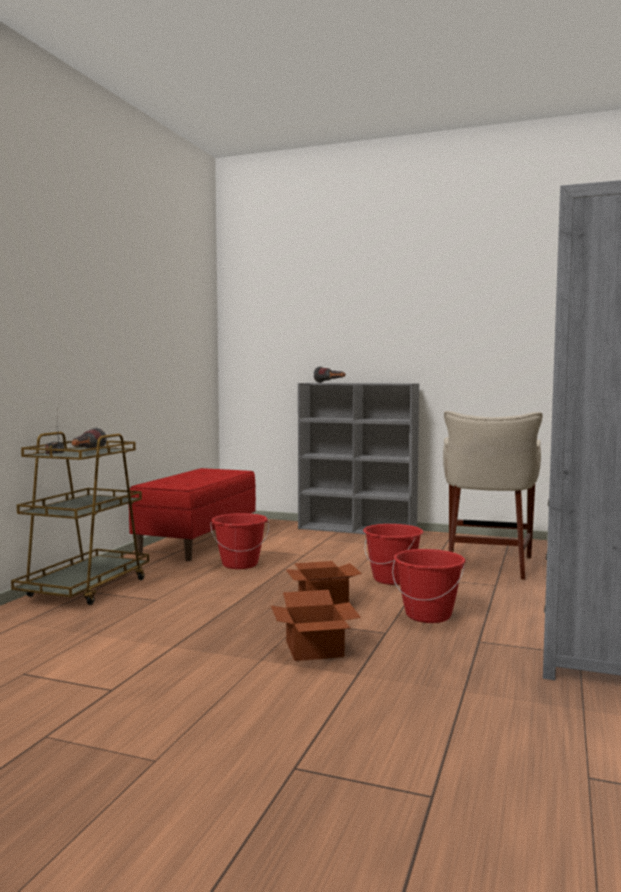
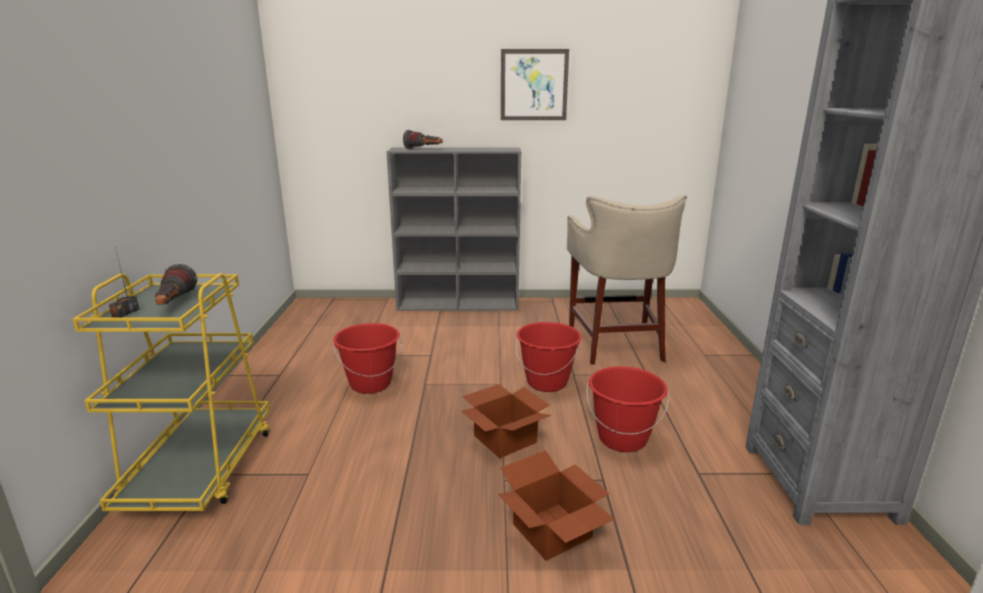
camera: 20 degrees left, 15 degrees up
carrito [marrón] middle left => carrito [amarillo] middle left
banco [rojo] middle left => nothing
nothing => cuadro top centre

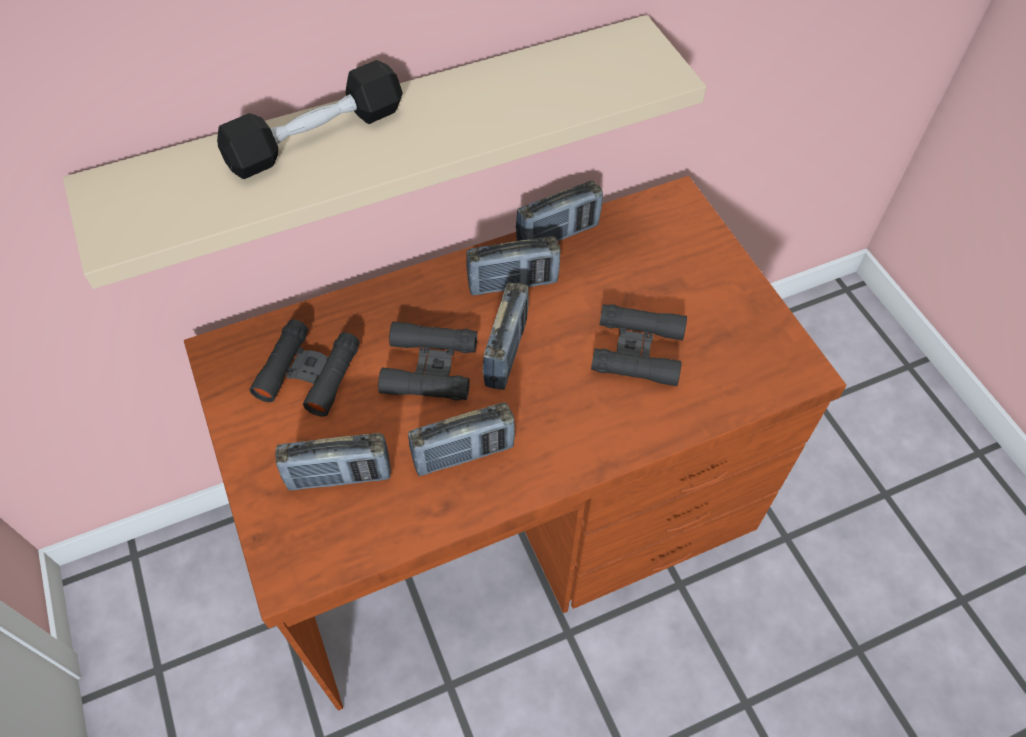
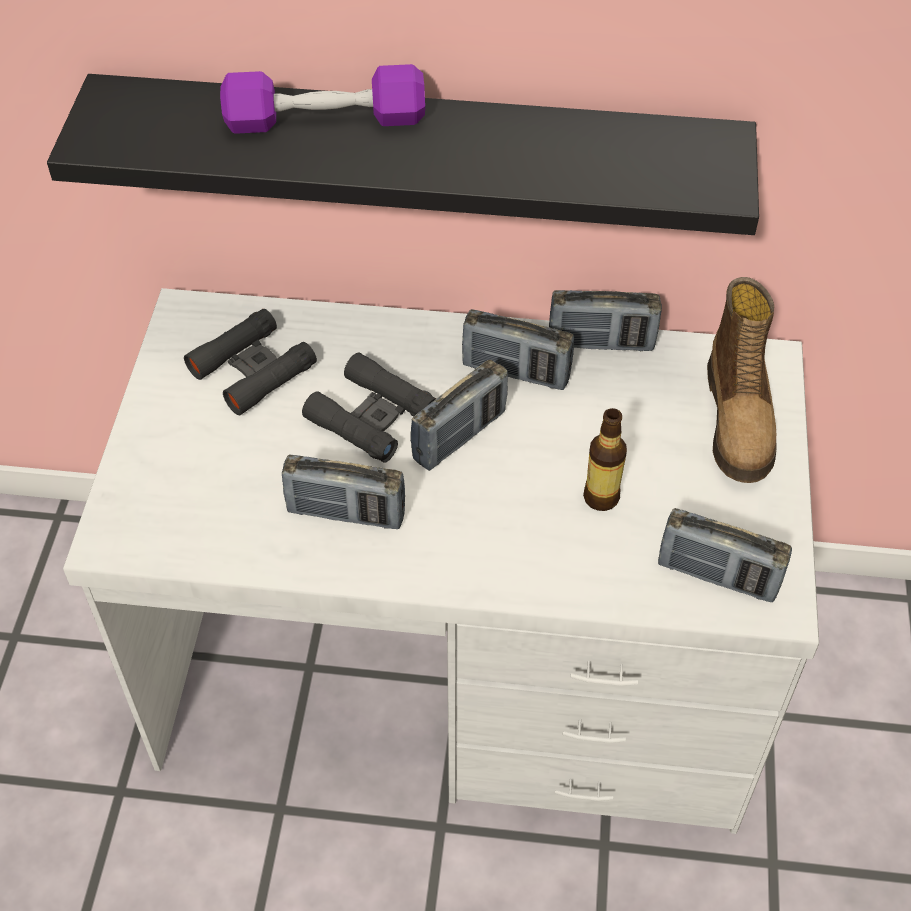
camera: 30 degrees right, 5 degrees down
estante [beis] top centre => estante [negro] top centre
mancuerna [negro] top left => mancuerna [morado] top centre
escritorio [marrón] centre => escritorio [blanco] centre
prismáticos [negro] (3rd from left) centre => botella centre
radio (1st from left in the first image) middle left => radio (5th from left) middle right, move
nothing => bota middle right

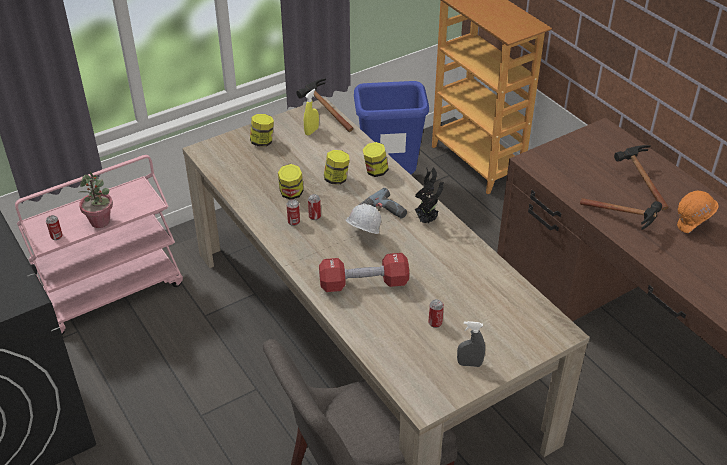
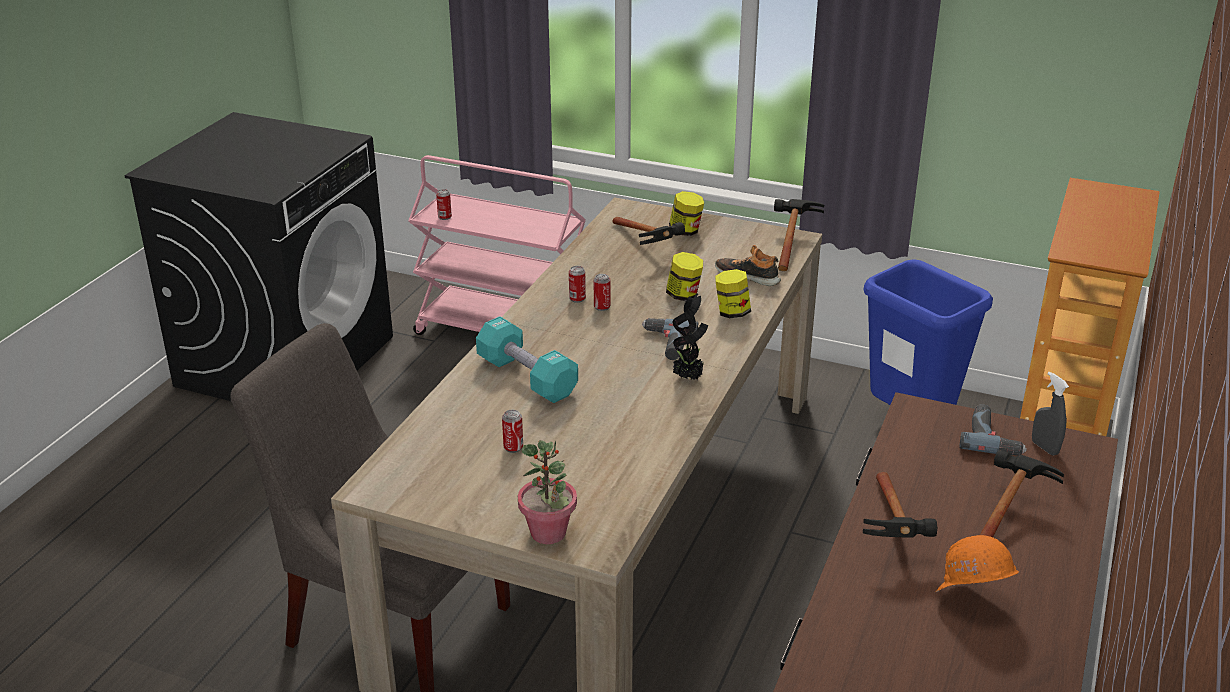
camera: 55 degrees right, 10 degrees down
pulverizador [amarillo] top centre => nothing
tarro (2nd from left) centre => nothing
planta en maceta (1st from left) middle left => planta en maceta (1st from left) bottom centre, move
casco [blanco] centre => nothing
mancuerna [rojo] centre => mancuerna [turquesa] centre
pulverizador [gris] bottom centre => pulverizador [gris] middle right, move
nothing => martillo (1st from left) centre
nothing => zapato centre
nothing => taladro (2nd from left) middle right

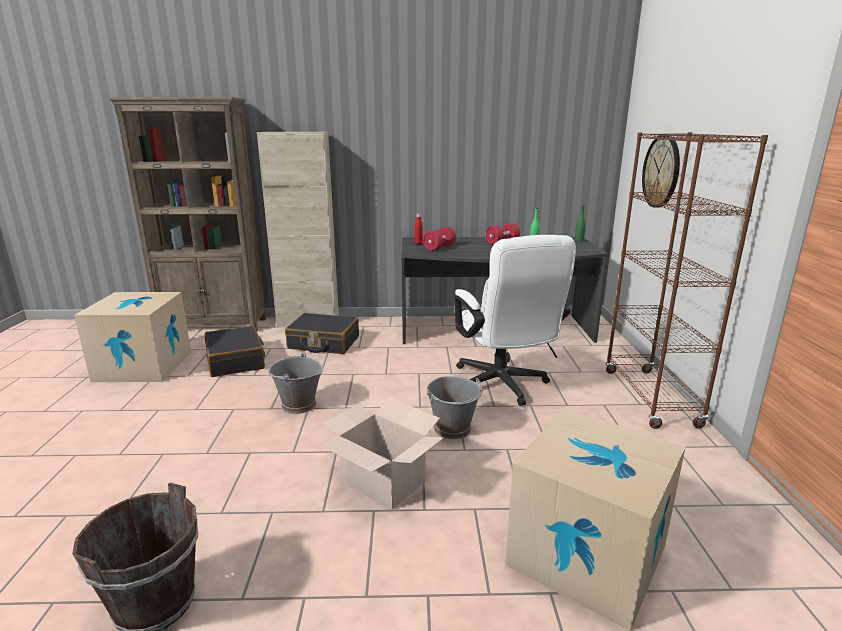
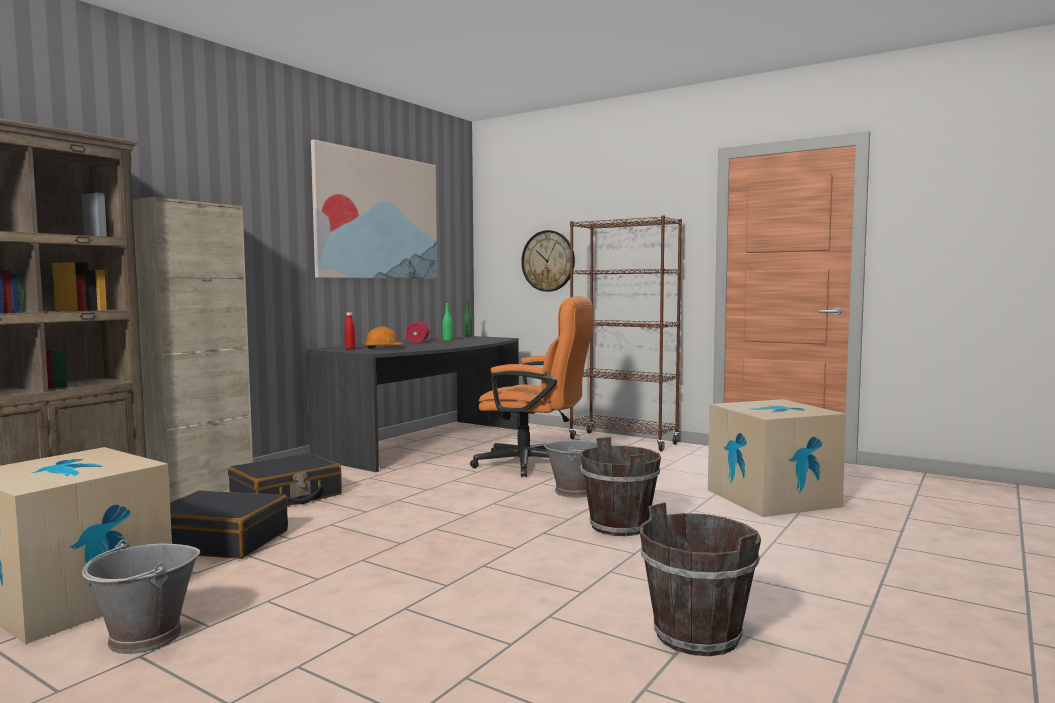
camera: 55 degrees left, 15 degrees down
mancuerna [rojo] (1st from left) centre => casco [naranja] centre
silla de oficina [blanco] centre => silla de oficina [naranja] centre
cubo [gris] (1st from left) centre => cubo [gris] (1st from left) bottom left, move
caja de cartón (2nd from left) bottom centre => cubo [marrón] (1st from left) bottom centre
nothing => cuadro top centre

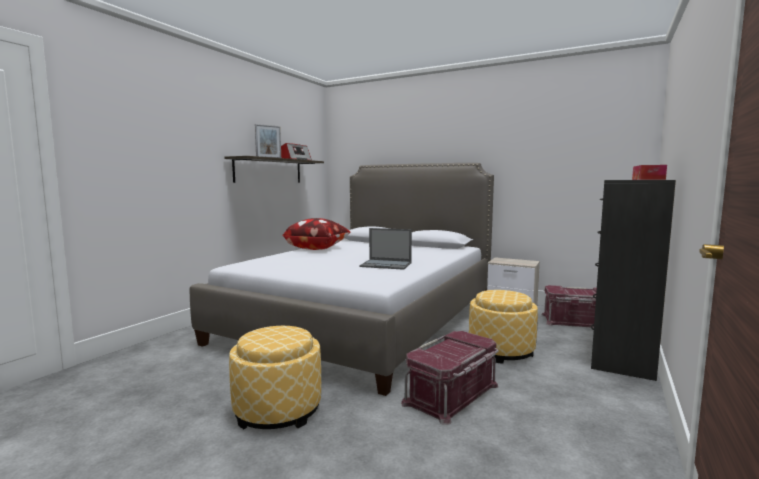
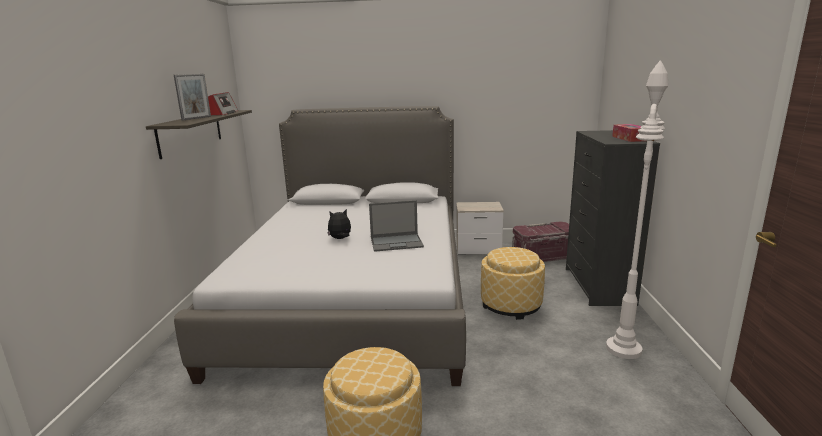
camera: 25 degrees left, 10 degrees up
cojín centre => nothing
caja de almacenaje [rojo] (1st from left) bottom centre => nothing
nothing => lámpara de pie [blanco] middle right
nothing => peluche centre

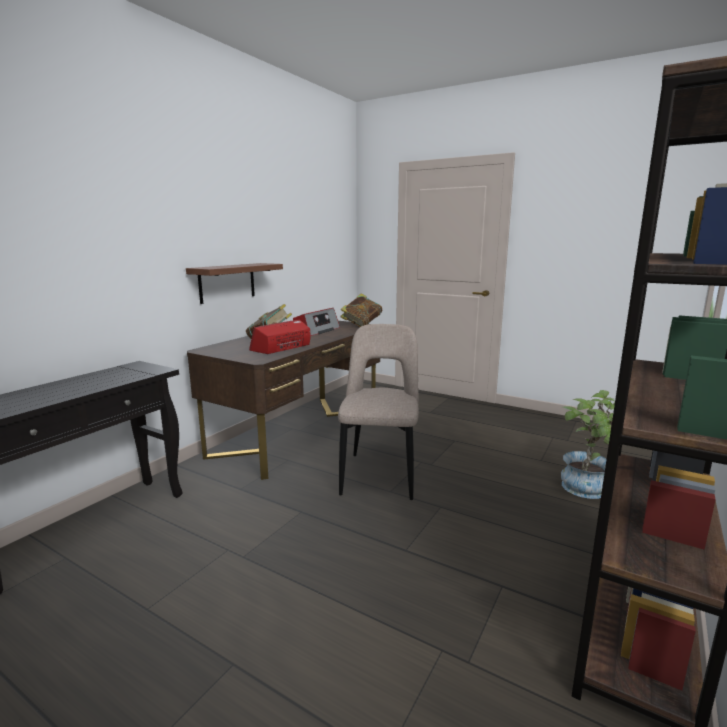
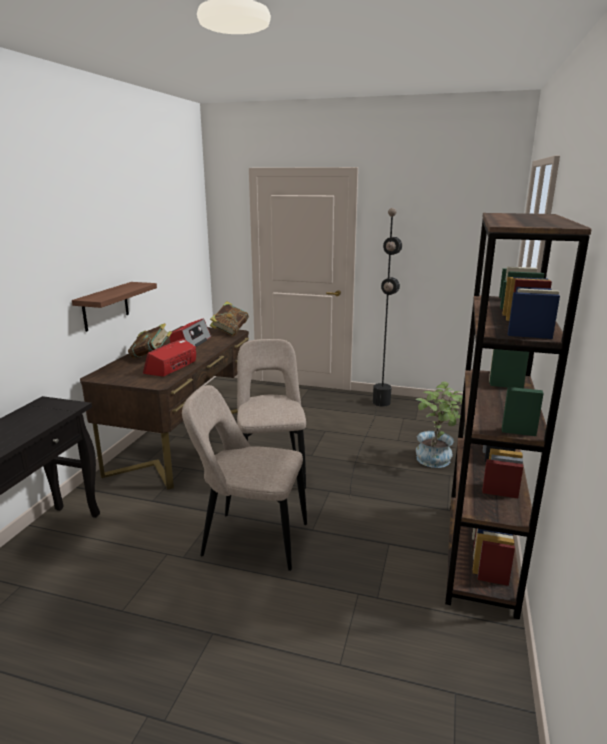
camera: 15 degrees left, 5 degrees up
nothing => lámpara de pie [negro] centre
nothing => silla [beis] (1st from left) centre

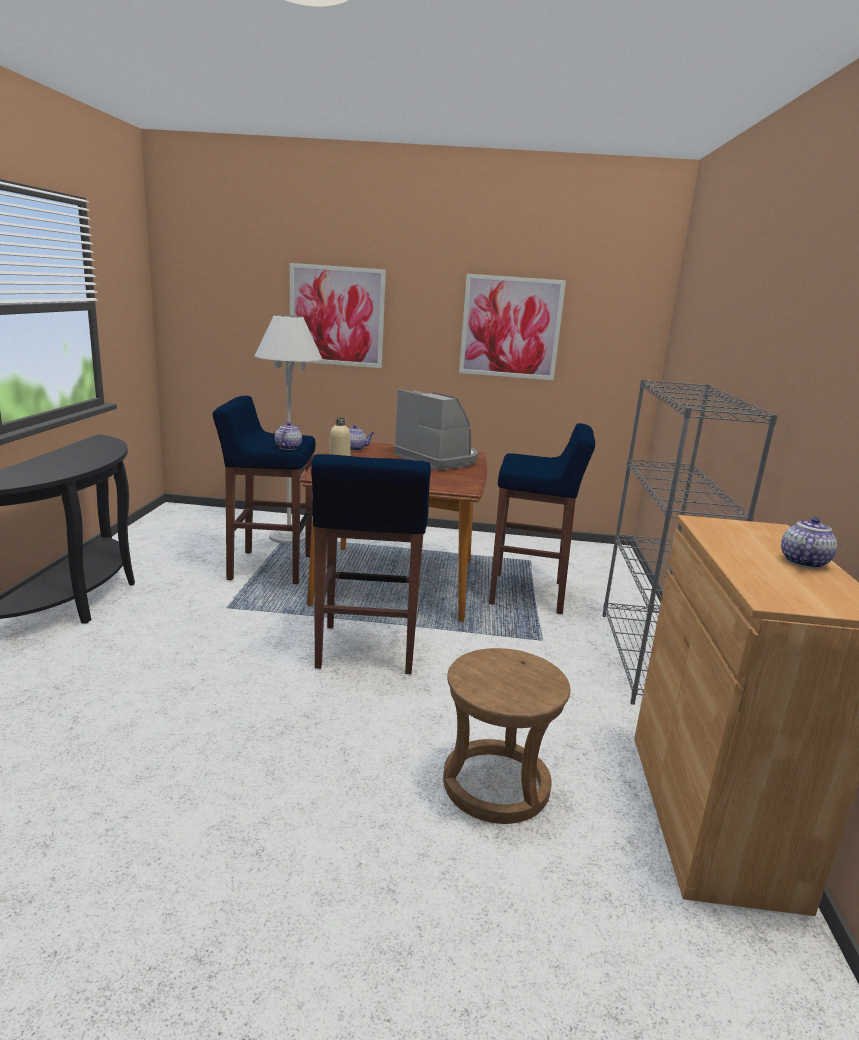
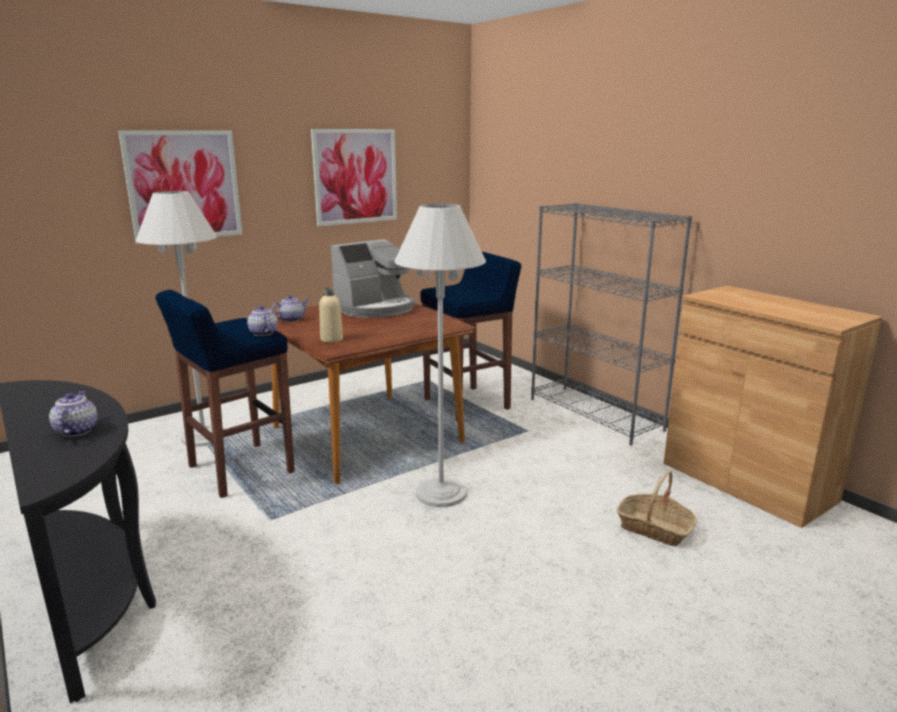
camera: 40 degrees left, 0 degrees up
cafetera centre, 135 degrees clockwise
taburete [azul] (2nd from left) centre => lámpara de pie [blanco] (2nd from left) centre
tetera (3rd from left in the first image) middle right => tetera (1st from left) middle left, move
taburete [marrón] bottom centre => cesta bottom right

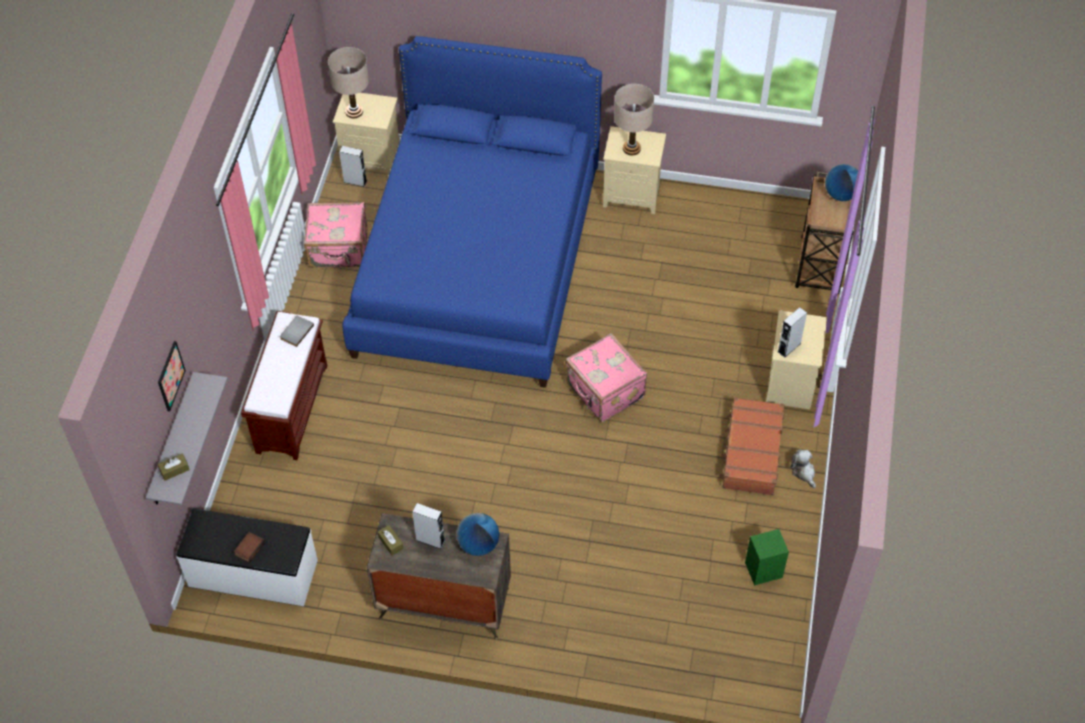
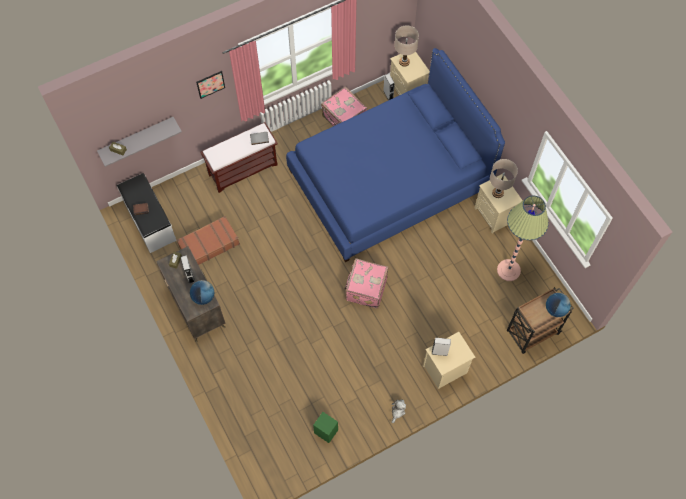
camera: 50 degrees right, 10 degrees up
cuadro middle left => cuadro top left, move
maleta [marrón] middle right => maleta [marrón] middle left, move
nothing => lámpara de pie middle right

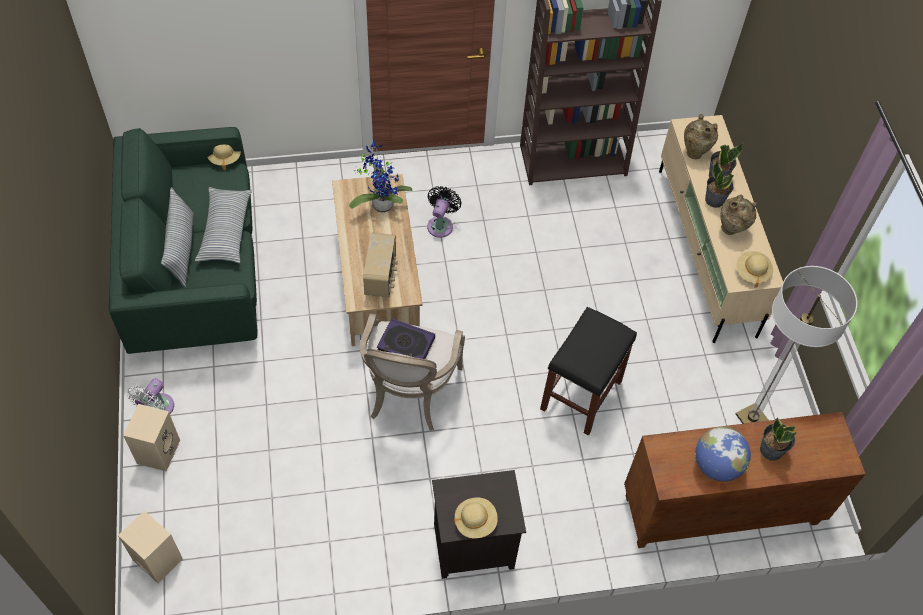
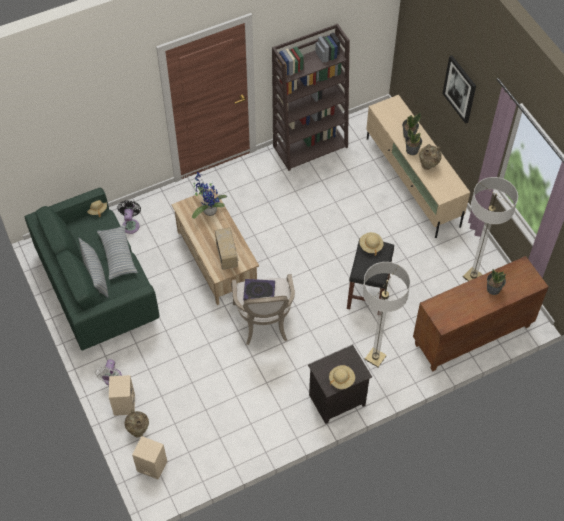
camera: 15 degrees left, 0 degrees up
florero [beis] (1st from left) top right => florero [beis] (1st from left) bottom left, move
ventilador [negro] centre => ventilador [negro] middle left, move
sombrero [beis] (3rd from left) middle right => sombrero [beis] (3rd from left) centre, move
globo terráqueo bottom right => nothing
nothing => cuadro top right
nothing => lámpara de pie (1st from left) middle right

